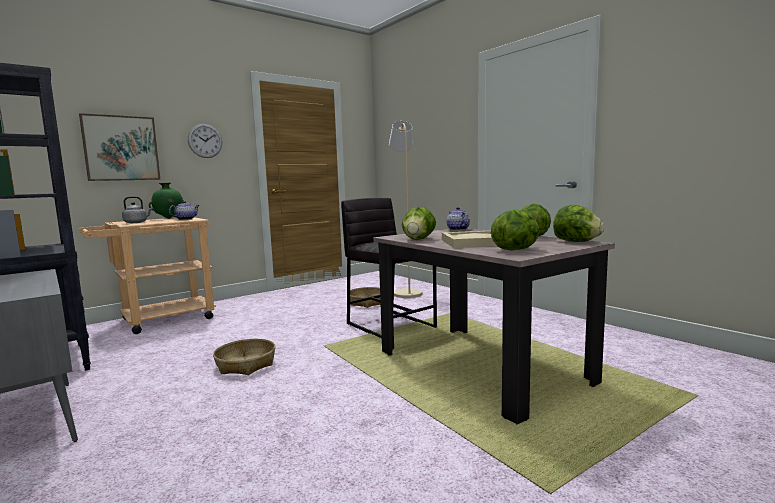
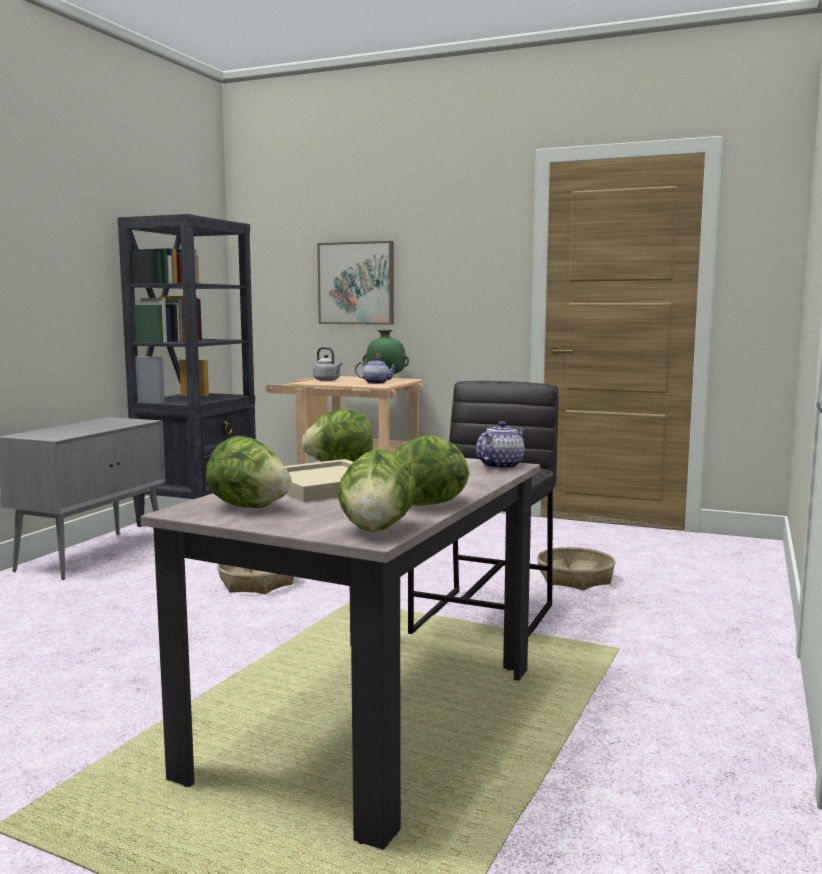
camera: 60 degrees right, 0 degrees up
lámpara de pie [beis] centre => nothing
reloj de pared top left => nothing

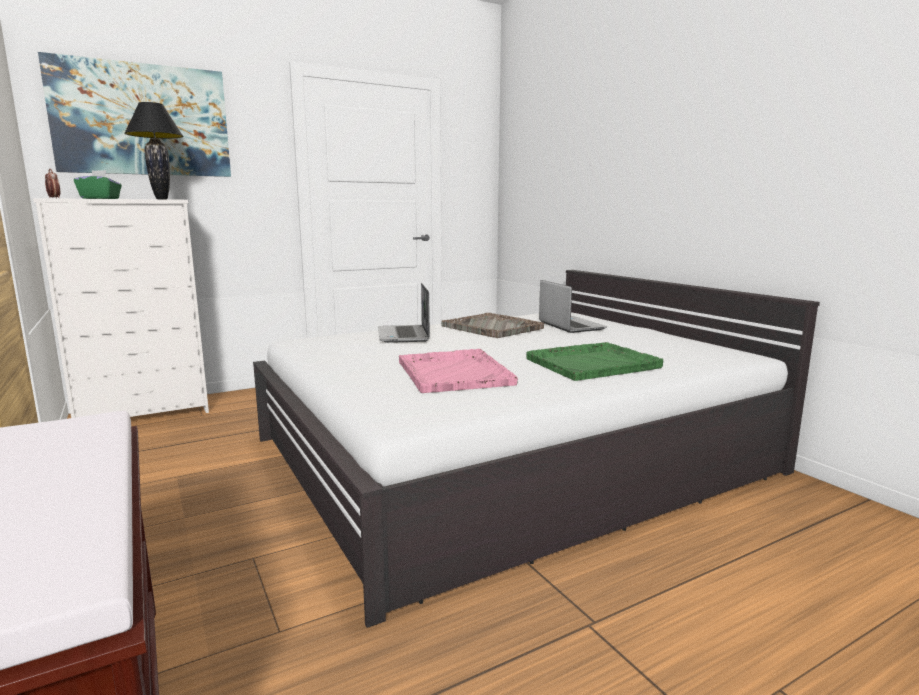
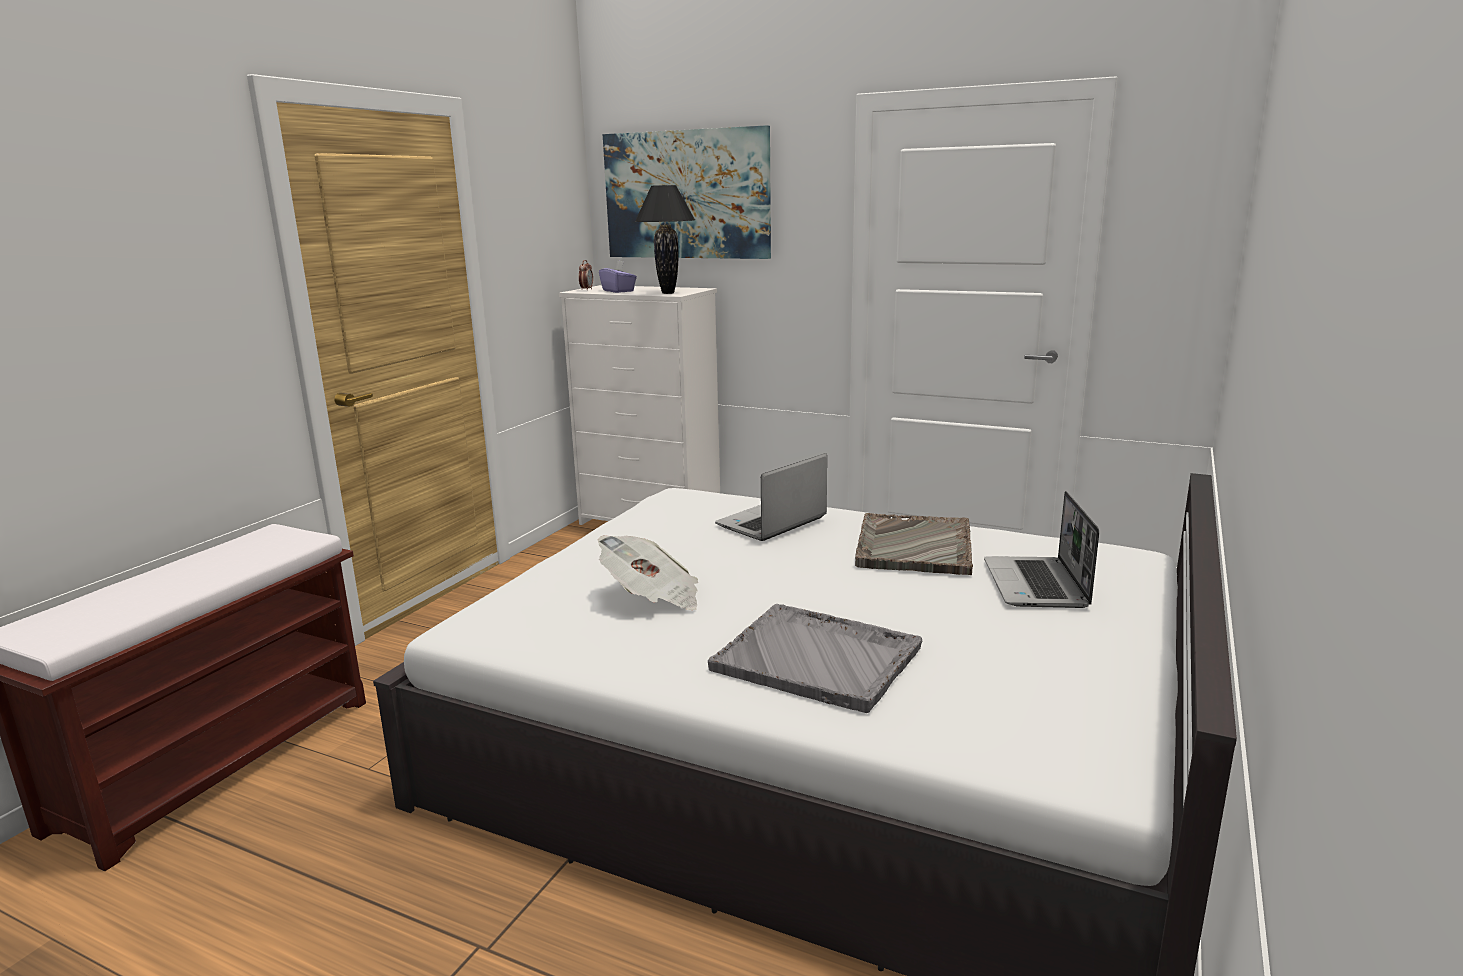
camera: 55 degrees right, 5 degrees up
caja de pañuelos [verde] top left => caja de pañuelos [morado] top centre
portátil (2nd from left) centre => portátil (2nd from left) middle right, 150 degrees clockwise
bandeja [verde] centre => bandeja [gris] (1st from left) bottom centre
bandeja [rosa] centre => periódico centre

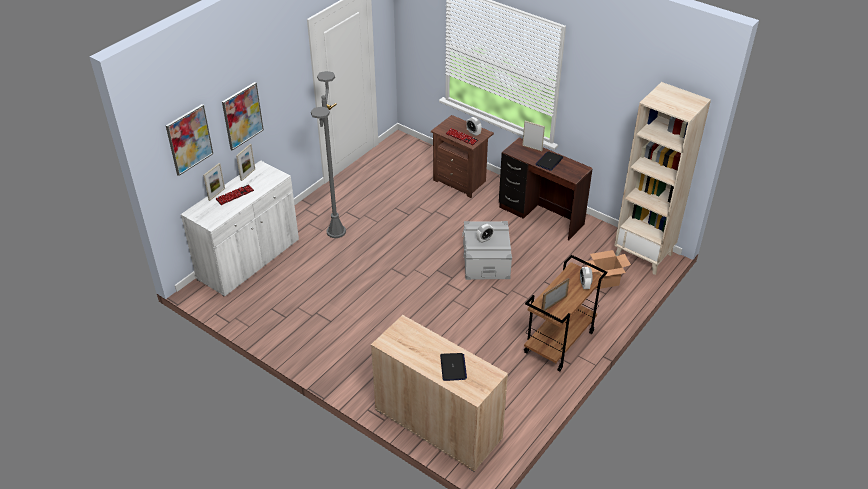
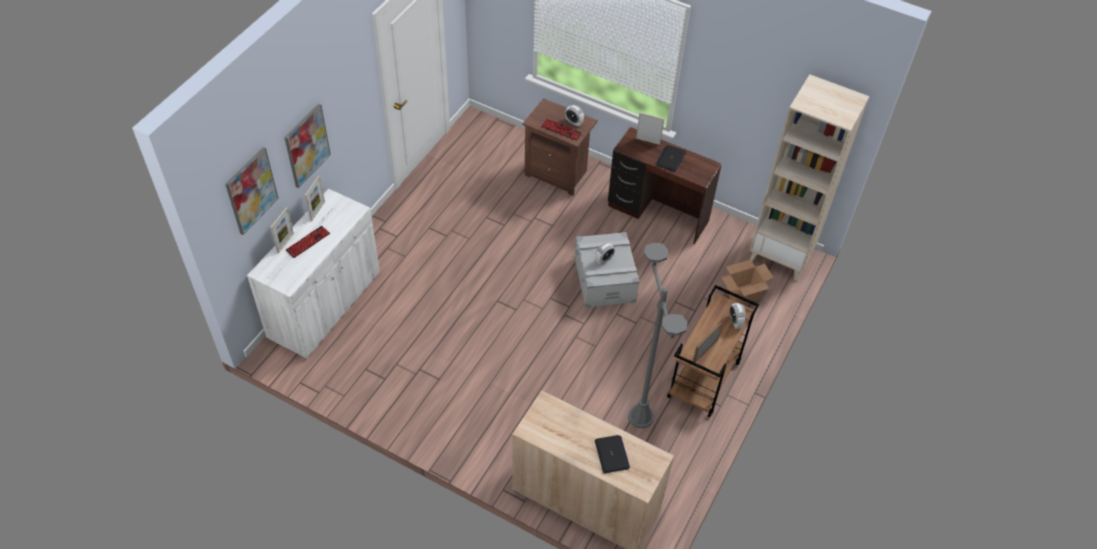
camera: 10 degrees left, 10 degrees up
lámpara de pie [gris] top centre => lámpara de pie [gris] centre, move

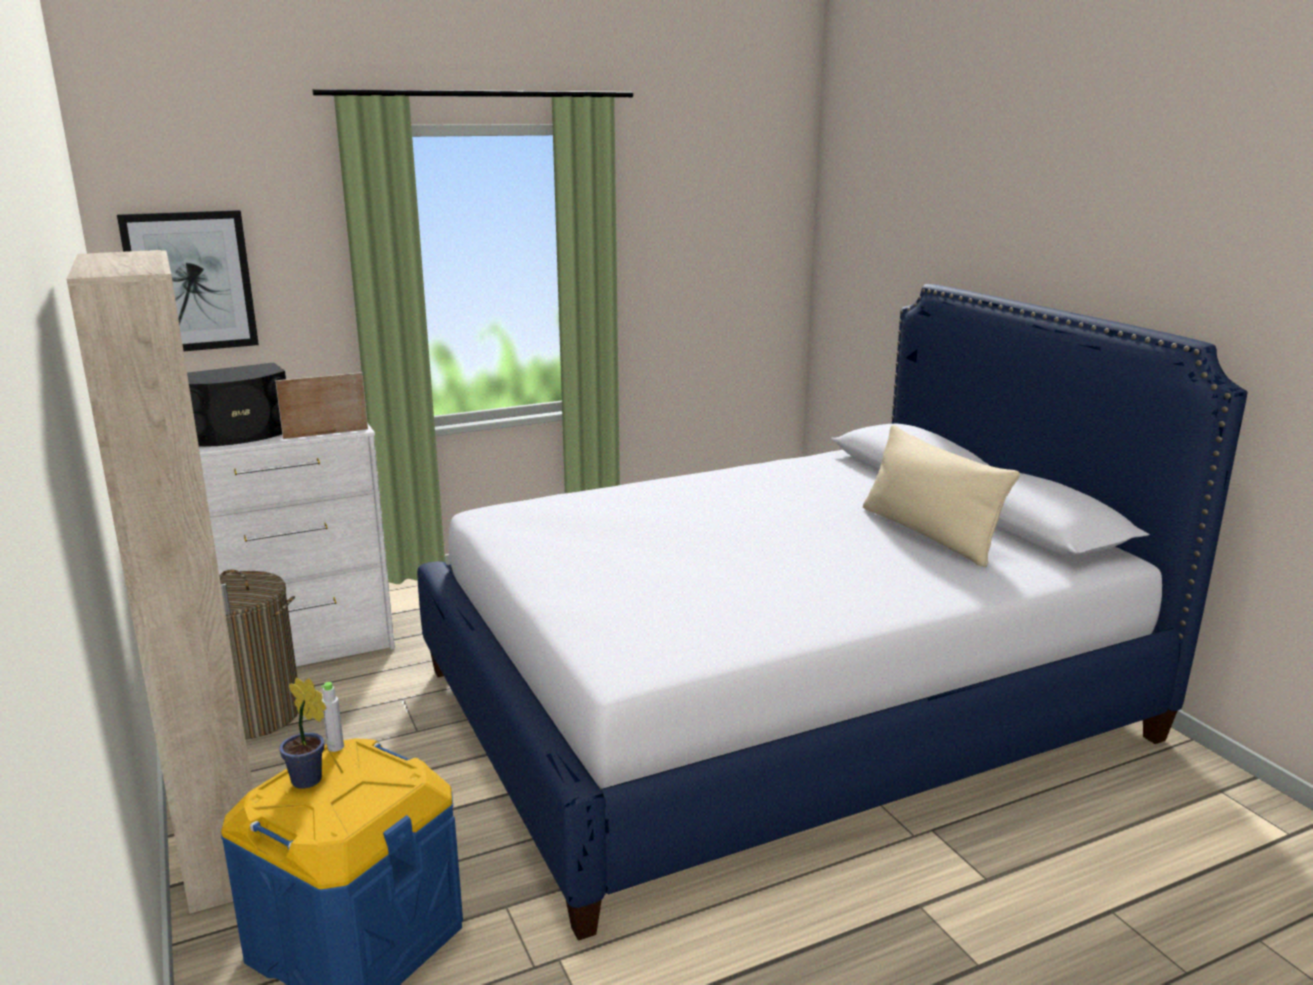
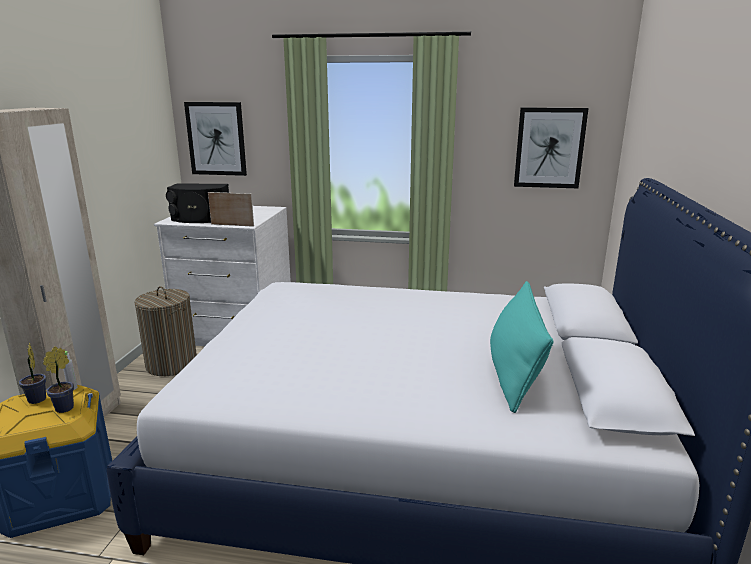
camera: 35 degrees right, 0 degrees up
cojín [beis] middle right => cojín [turquesa] middle right
nothing => cuadro (2nd from left) top right
nothing => planta en maceta (2nd from left) bottom left

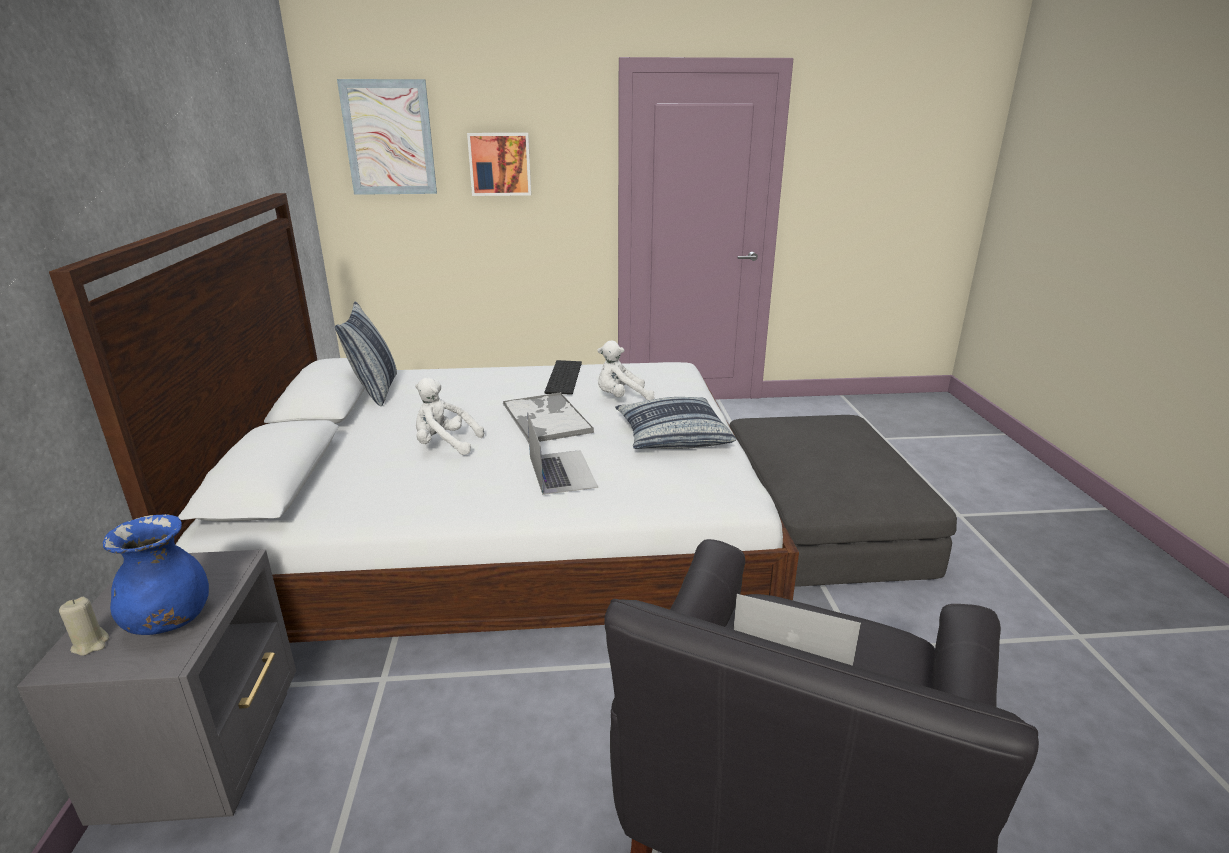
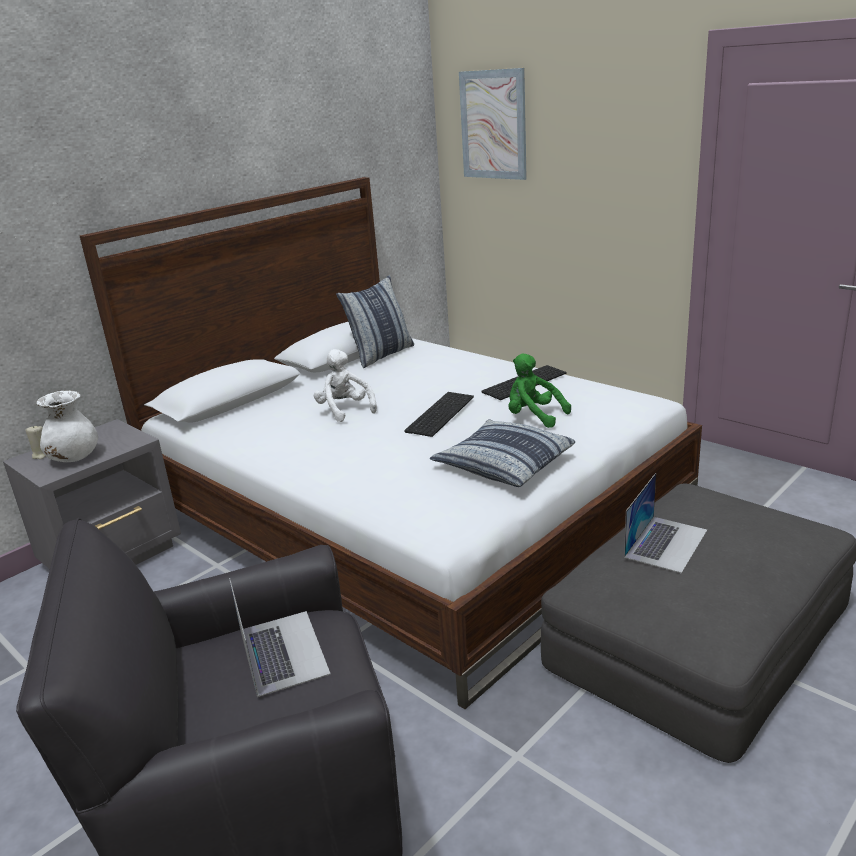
camera: 50 degrees right, 0 degrees up
cuadro (2nd from left) top centre => nothing
peluche [blanco] (2nd from left) centre => peluche [verde] centre
bandeja centre => teclado (1st from left) centre
portátil (1st from left in the first image) centre => portátil (2nd from left) middle right, move
florero [azul] bottom left => florero [blanco] middle left

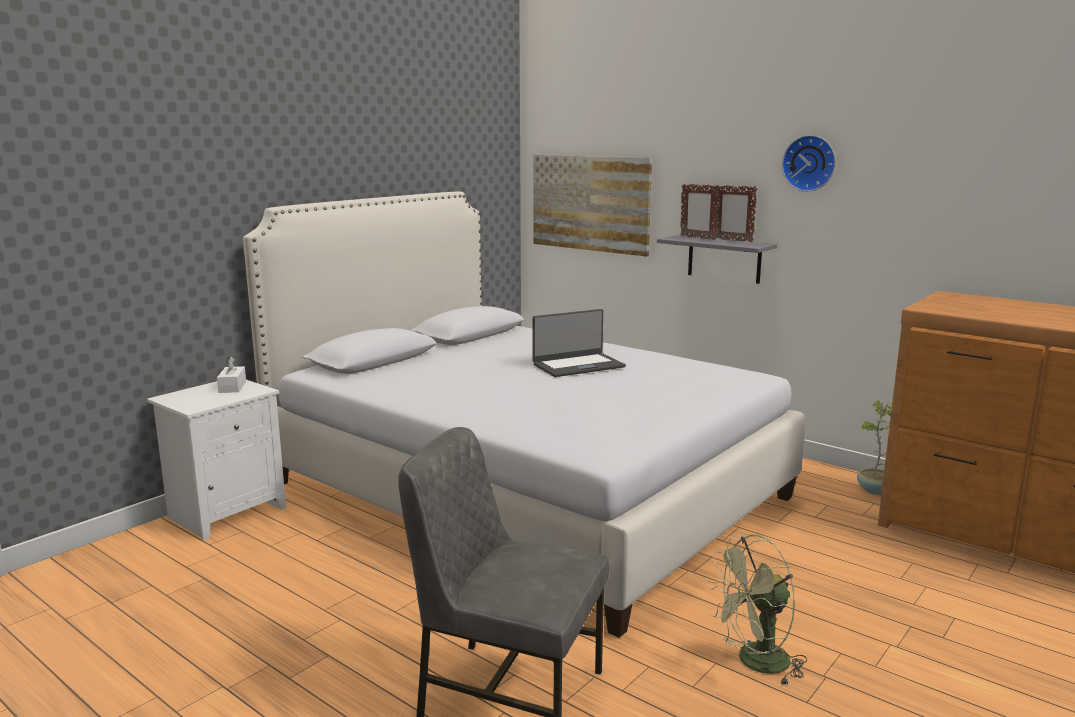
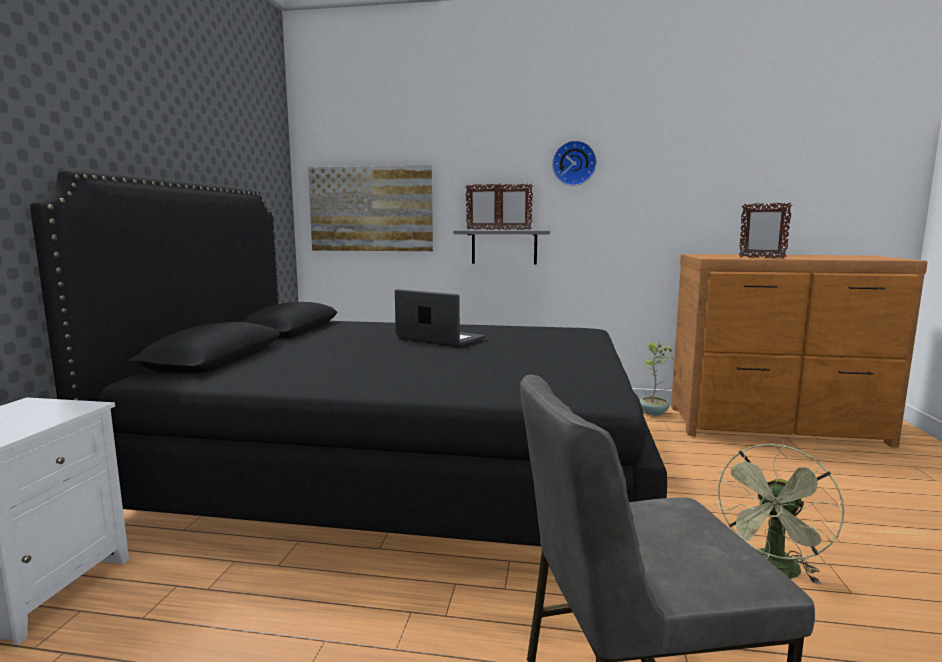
camera: 30 degrees left, 5 degrees down
cama [blanco] centre => cama [negro] centre
portátil centre, 90 degrees counterclockwise
caja de pañuelos [blanco] middle left => nothing
nothing => portarretratos (3rd from left) middle right

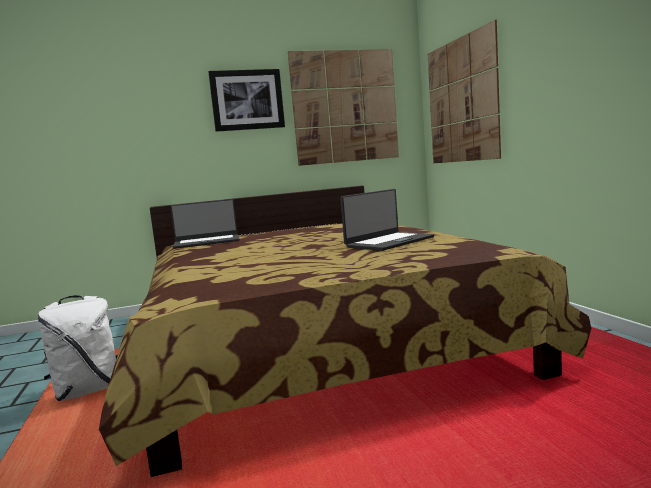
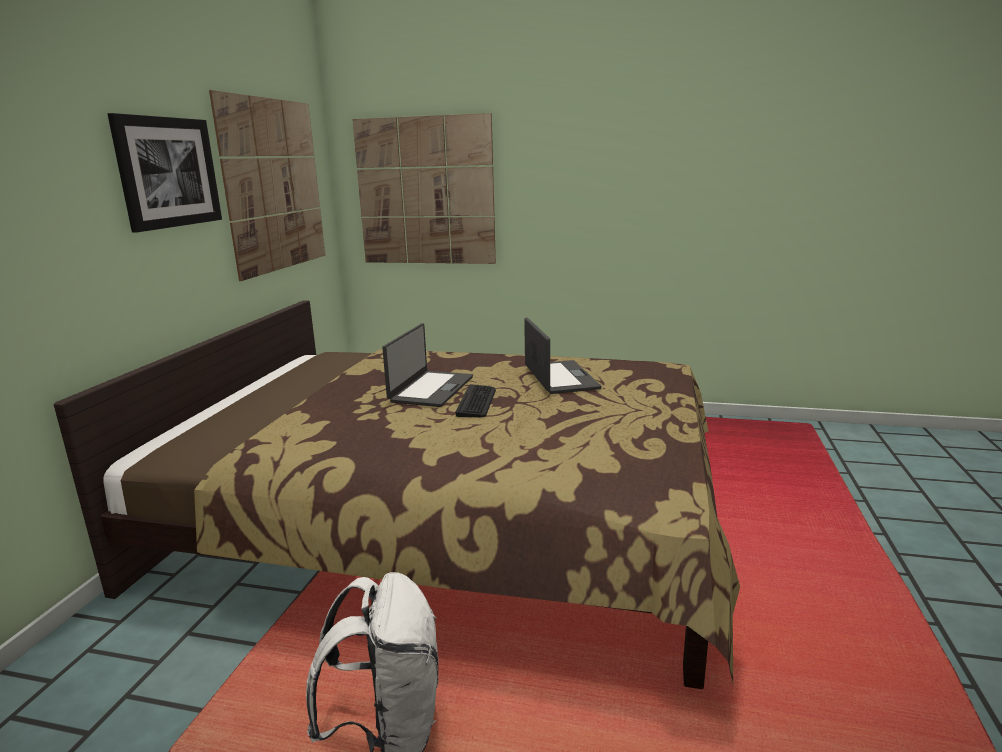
camera: 60 degrees left, 10 degrees up
portátil (1st from left) middle left => portátil (1st from left) centre, move
nothing => teclado centre

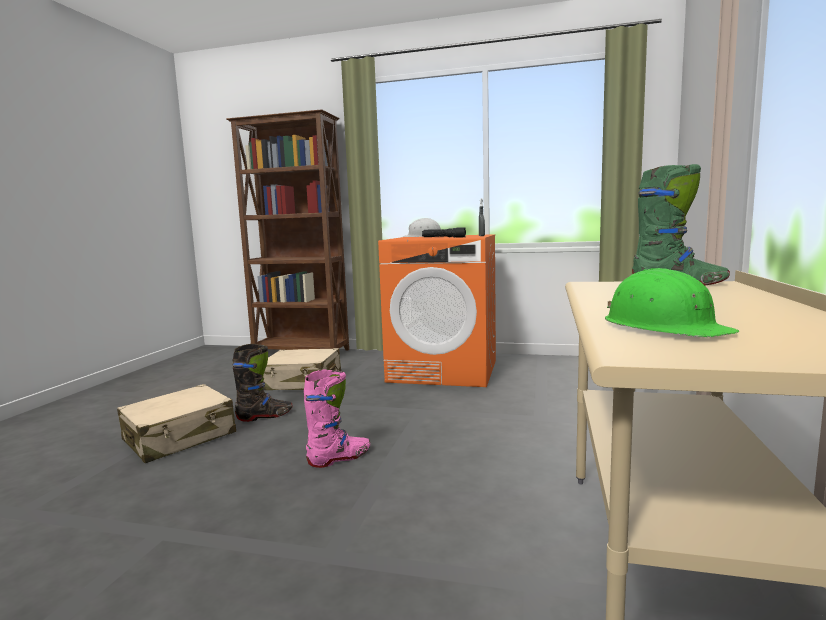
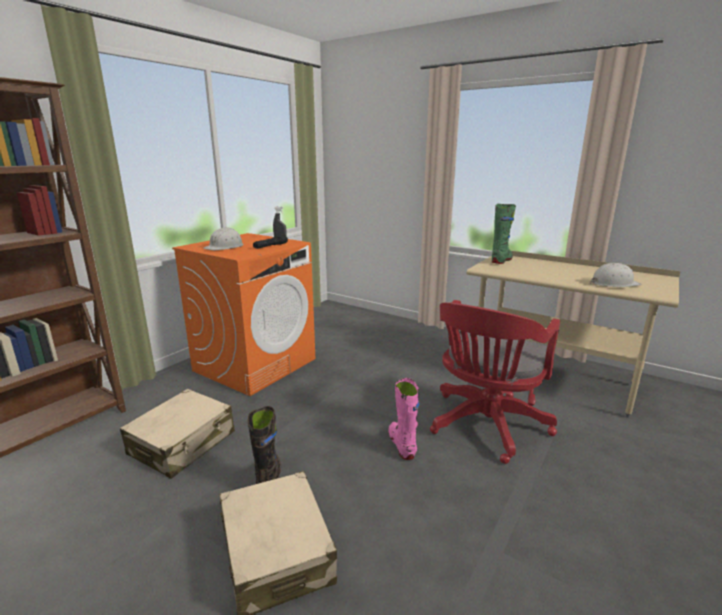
camera: 70 degrees left, 10 degrees up
casco [verde] middle right => casco [blanco] (2nd from left) middle right
nothing => silla de oficina [rojo] middle right

